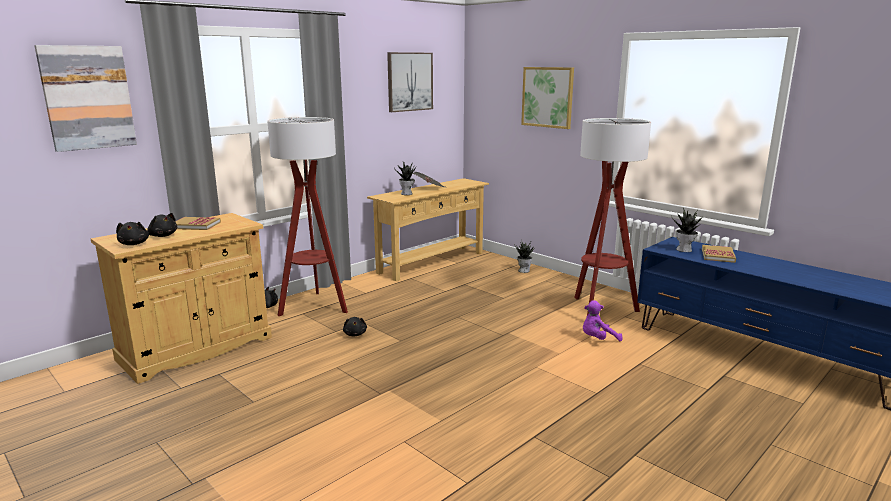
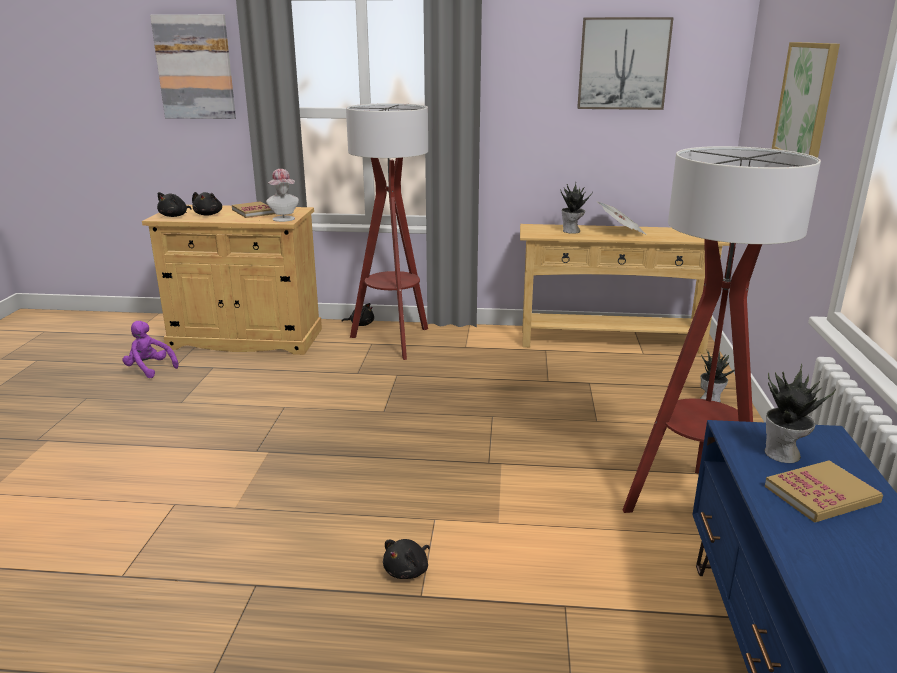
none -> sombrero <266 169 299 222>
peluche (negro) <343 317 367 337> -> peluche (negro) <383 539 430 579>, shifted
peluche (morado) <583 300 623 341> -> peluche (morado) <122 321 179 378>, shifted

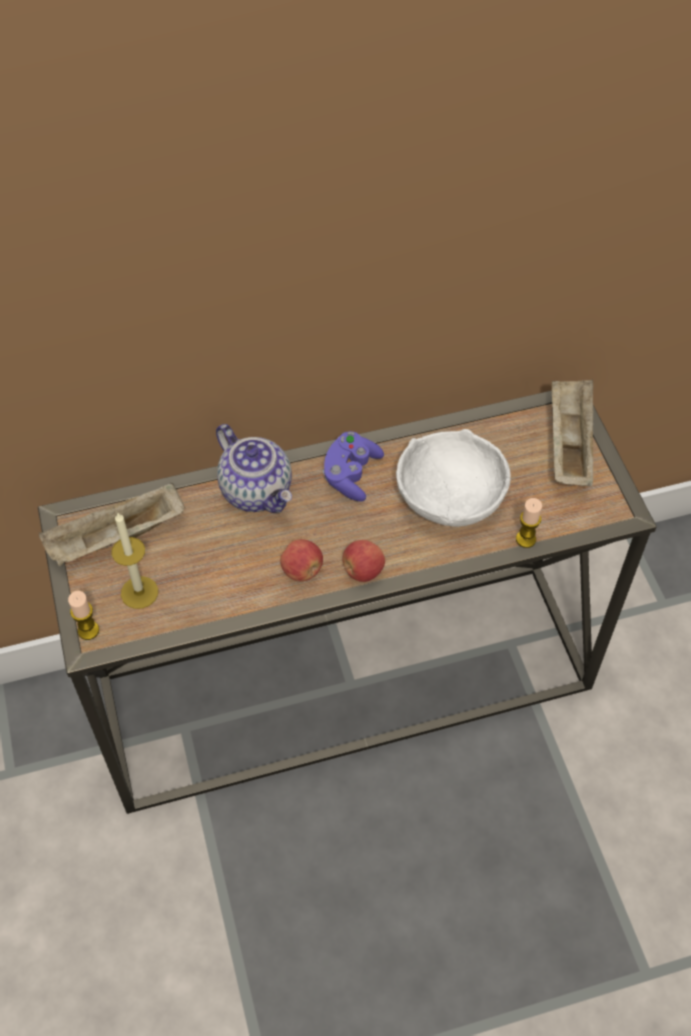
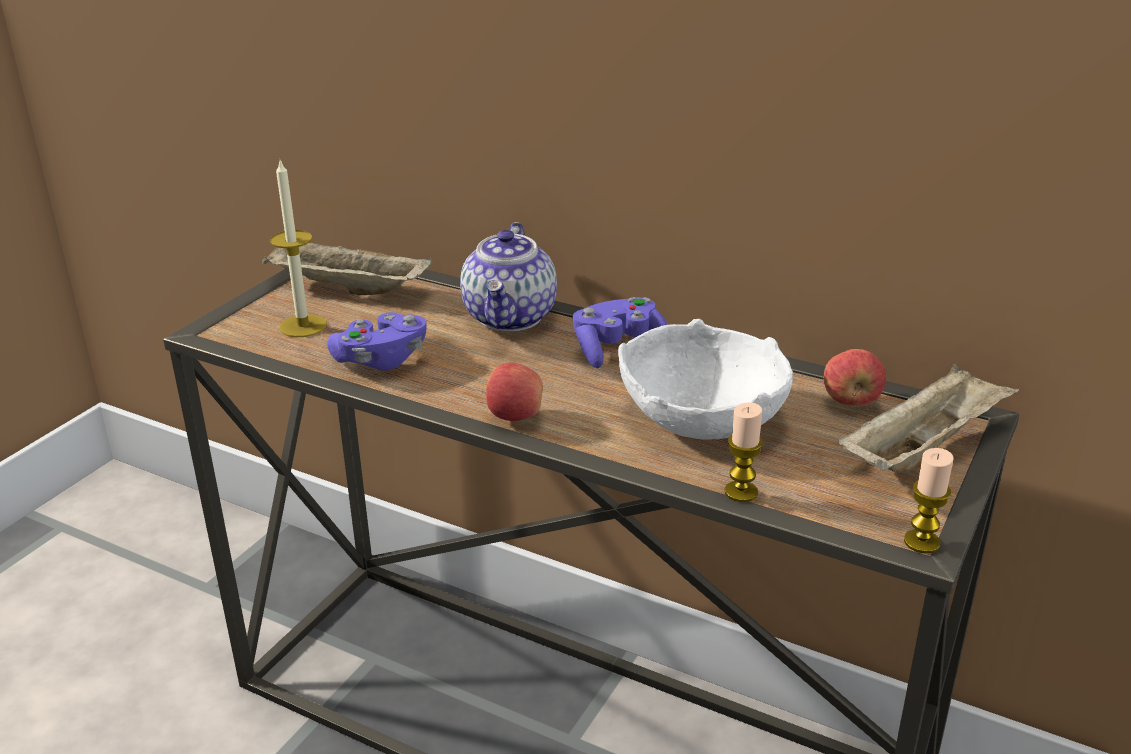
none -> mando de consola (morado) <327 312 427 371>
vela <68 591 99 640> -> vela <904 448 954 553>, shifted
manzana <280 539 323 581> -> manzana <824 349 886 407>, shifted

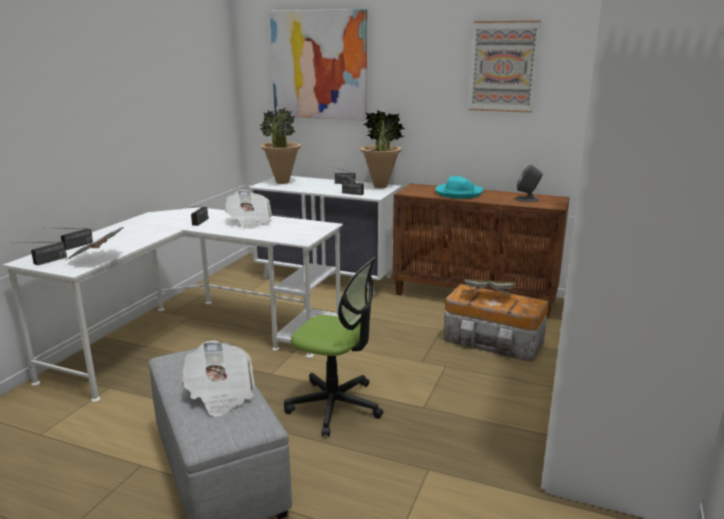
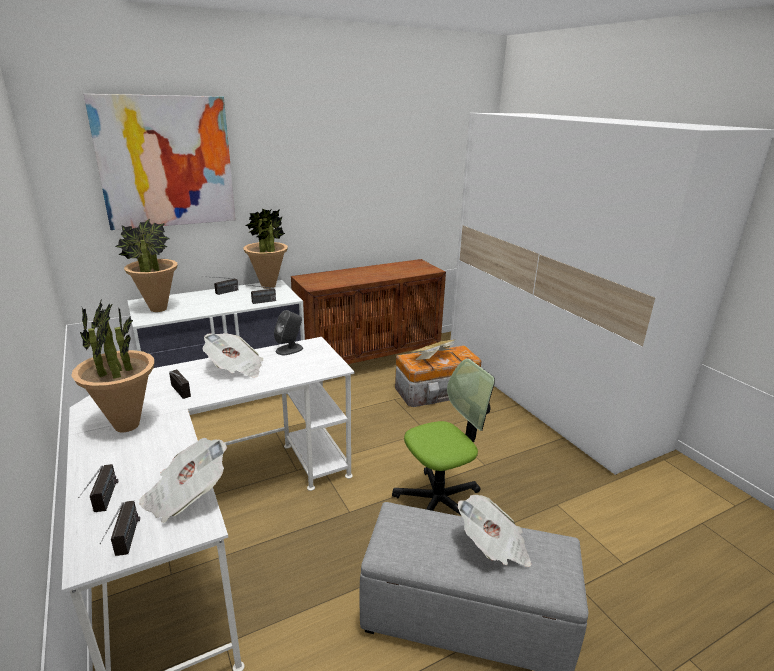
sombrero (turquesa) <435 176 483 199> -> none
cuadro <469 20 541 113> -> none
none -> planta en maceta <71 298 154 432>
altavoz (gris) <515 165 543 202> -> altavoz (gris) <274 310 303 355>, shifted

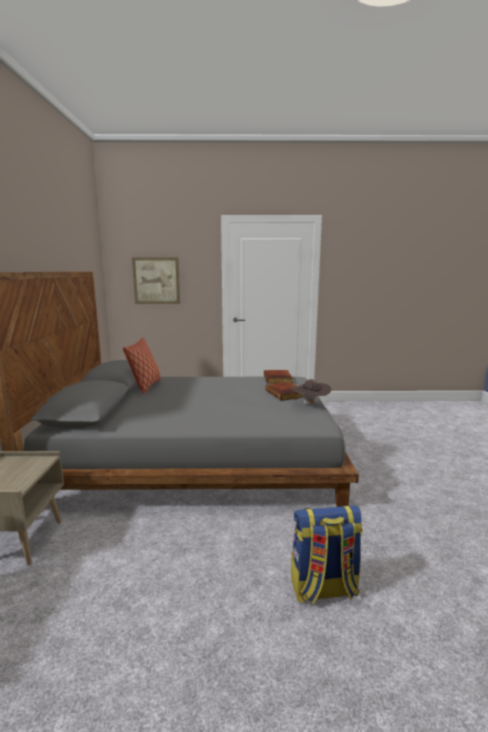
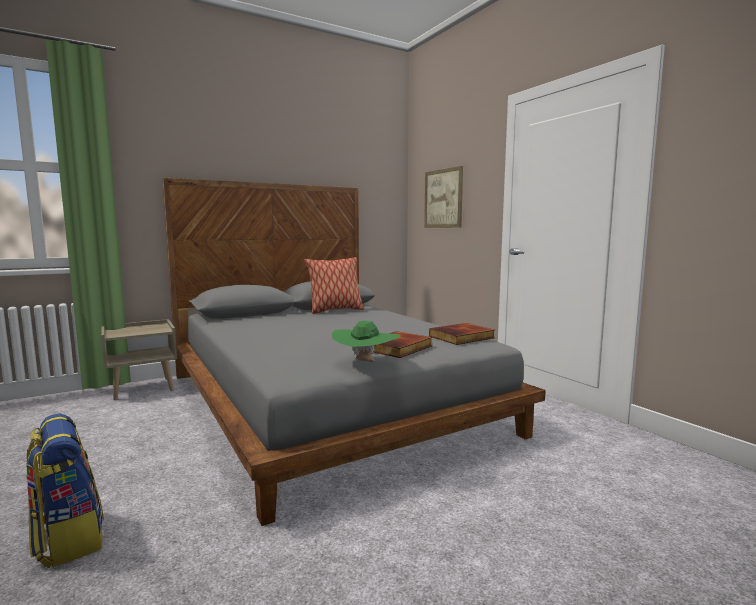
sombrero (marrón) <291 379 332 404> -> sombrero (verde) <332 320 401 362>

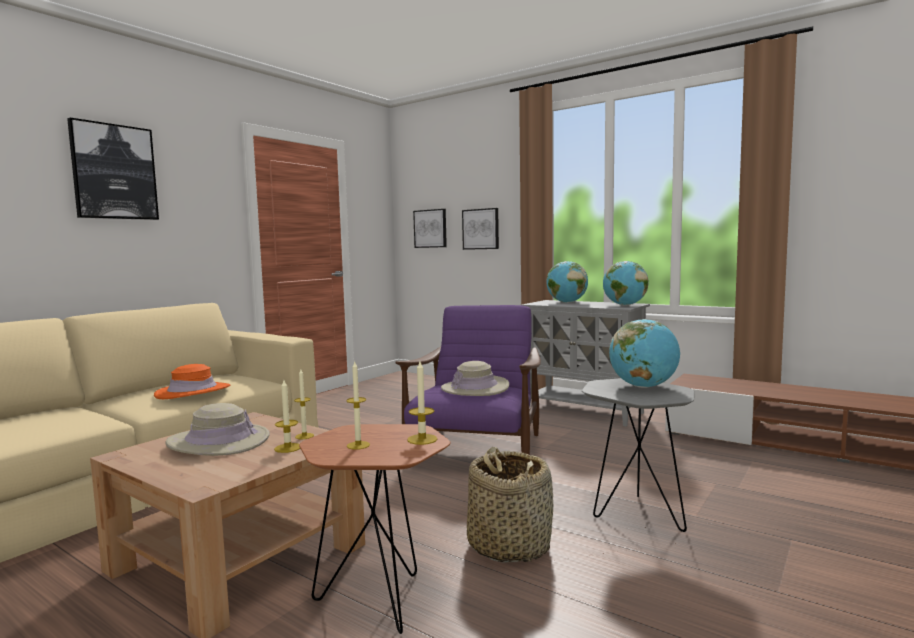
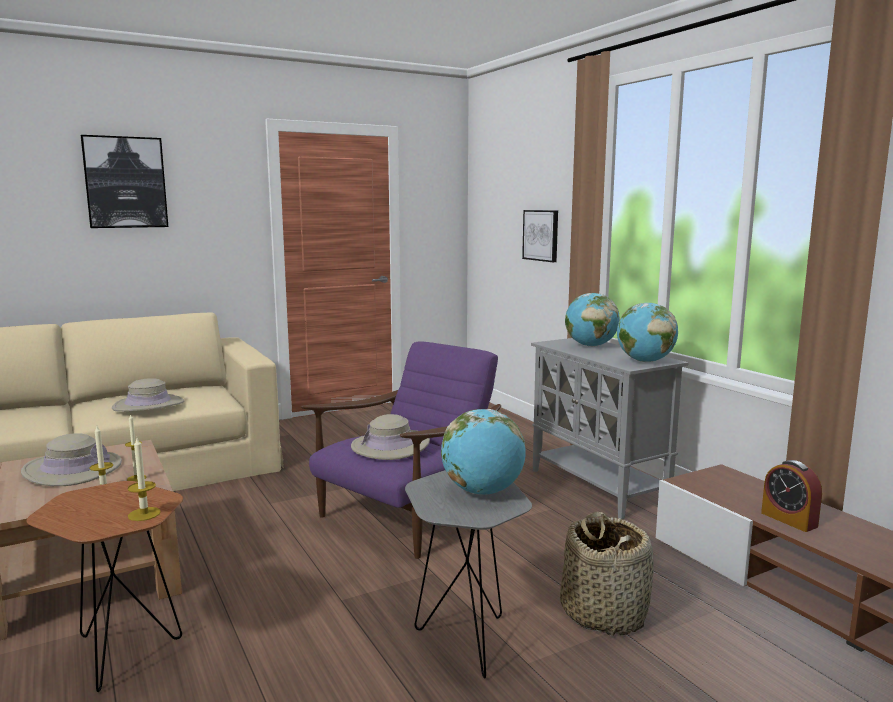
vela <346 362 370 450> -> none
cuadro <413 209 447 248> -> none
none -> despertador <761 460 822 532>
cesta <467 447 553 563> -> cesta <560 512 654 636>, shifted
sombrero (naranja) <154 364 230 399> -> sombrero (beis) <112 378 184 411>

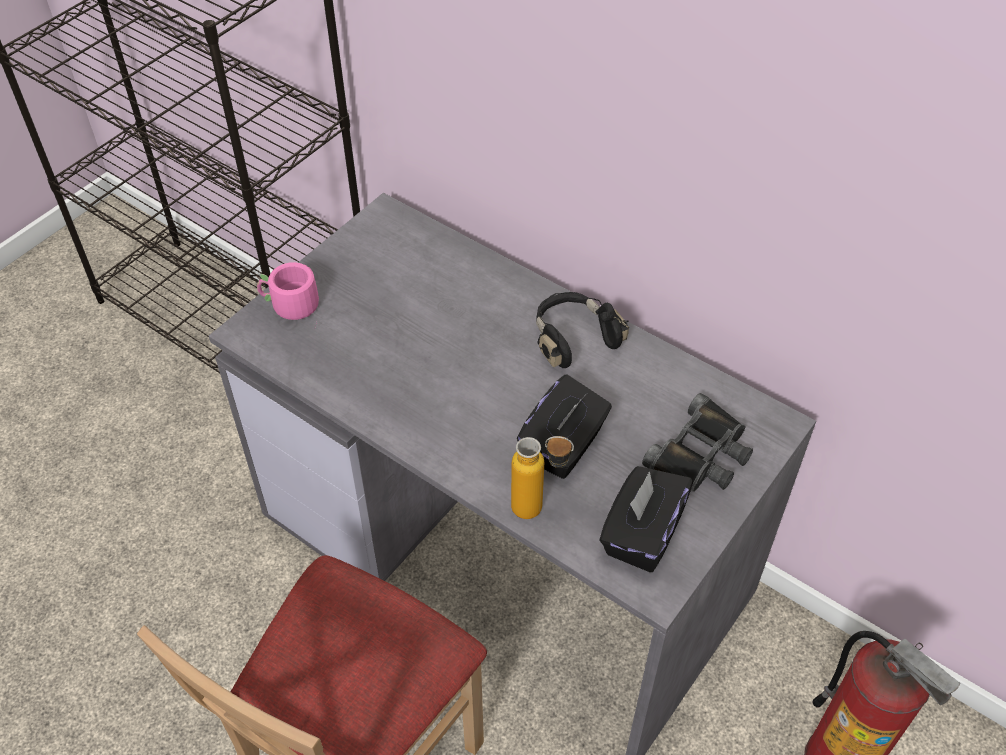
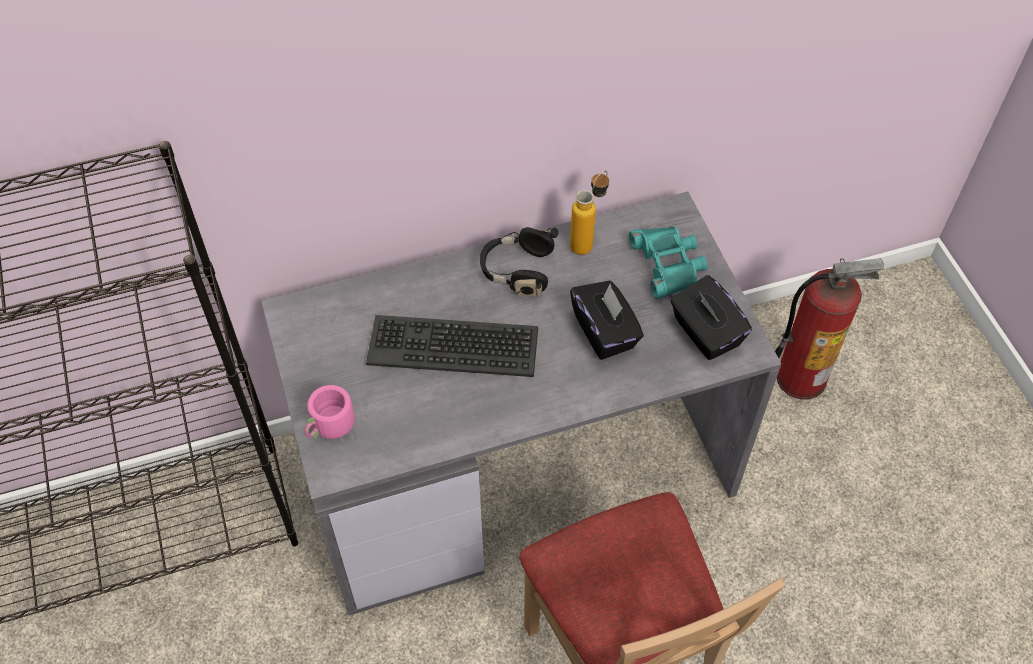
none -> teclado <366 315 538 377>
botella <511 436 574 519> -> botella <570 171 609 255>, shifted
prismáticos (negro) <642 393 753 492> -> prismáticos (turquesa) <629 226 707 299>

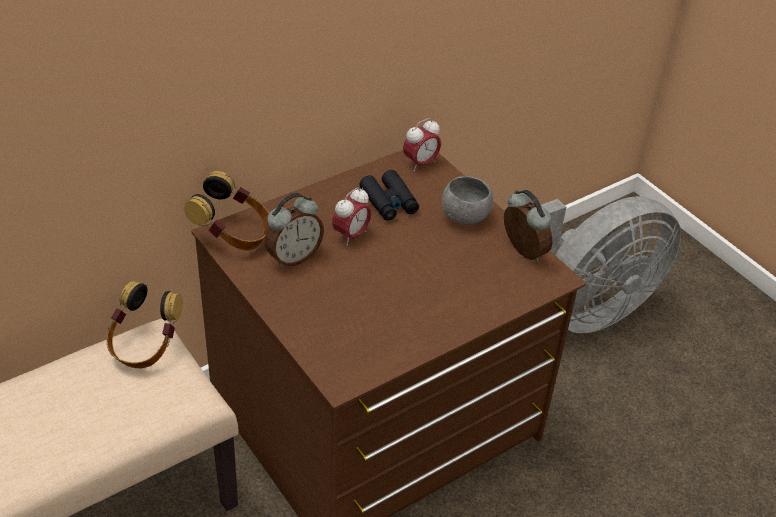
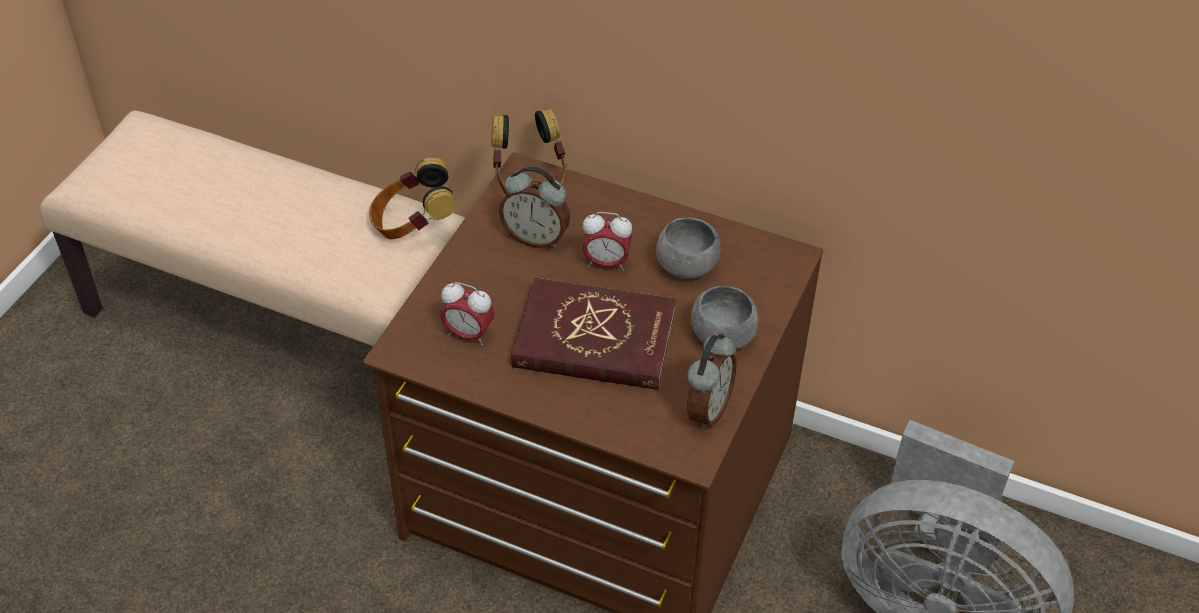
none -> libro (rojo) <511 278 676 390>
despertador <403 118 441 171> -> despertador <440 282 495 346>, shifted
prismáticos (negro) <359 170 419 220> -> cuenco (gris) <656 217 720 279>

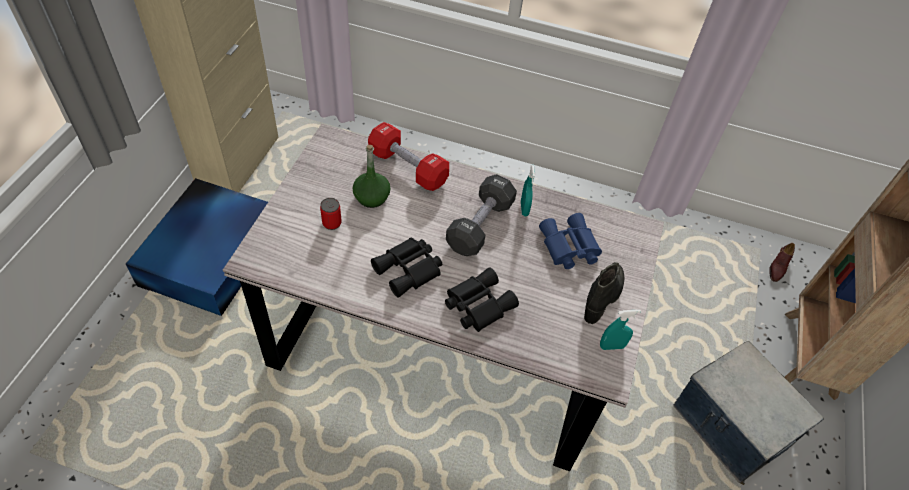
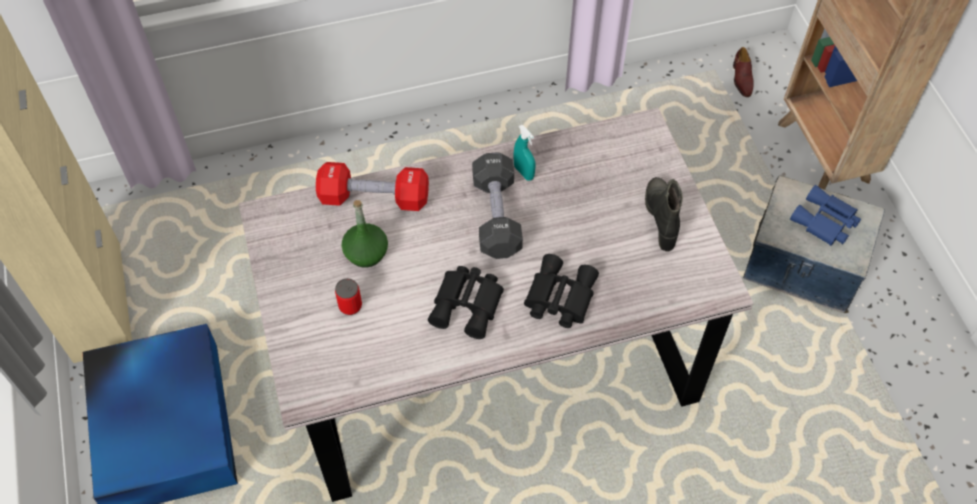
pulverizador (turquesa) <600 310 641 350> -> none
prismáticos (azul) <539 213 602 269> -> prismáticos (azul) <790 185 861 246>, shifted

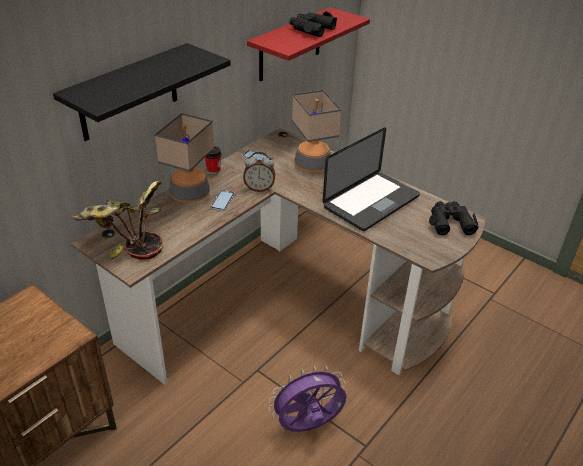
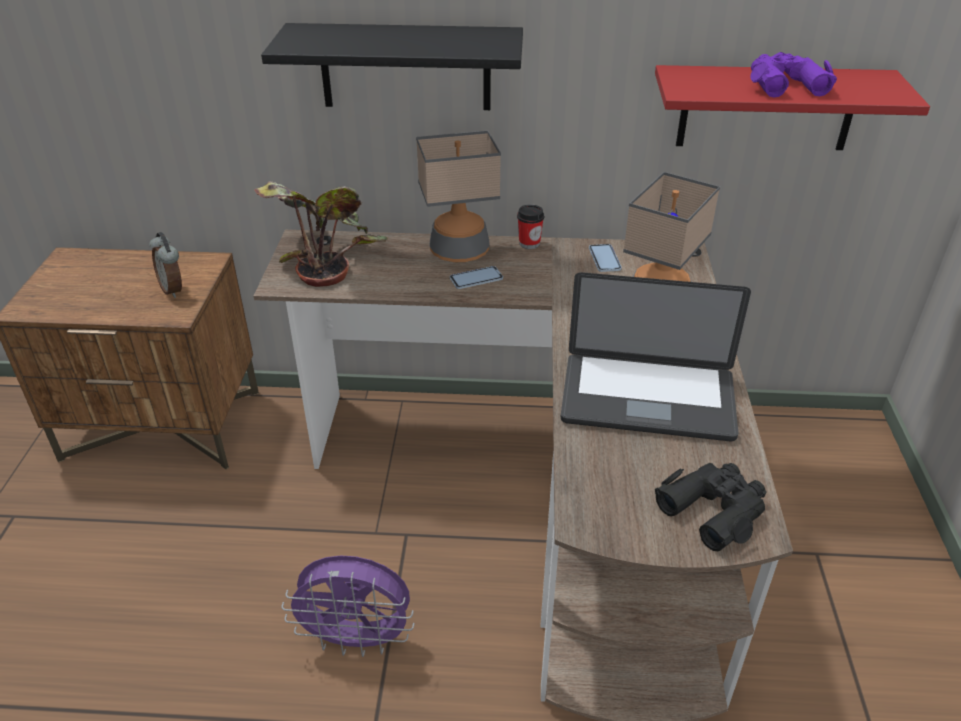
despertador <243 152 275 192> -> despertador <149 232 182 298>, shifted
prismáticos (negro) <289 11 337 37> -> prismáticos (morado) <750 52 837 98>
ventilador (morado) <268 366 346 432> -> ventilador (morado) <282 556 415 657>, 150 degrees clockwise

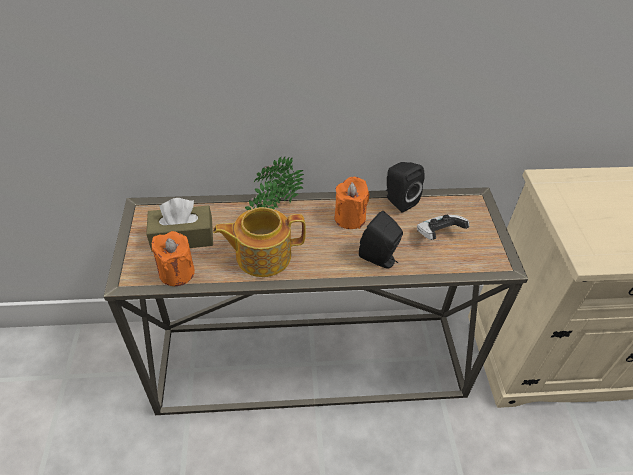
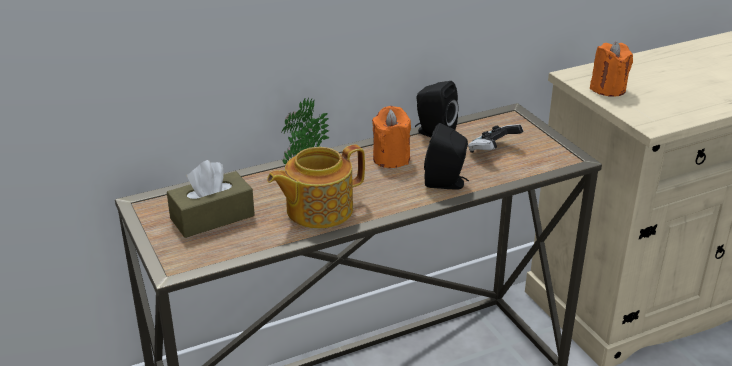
vela (naranja) <152 231 195 286> -> vela (naranja) <590 42 633 97>, shifted

